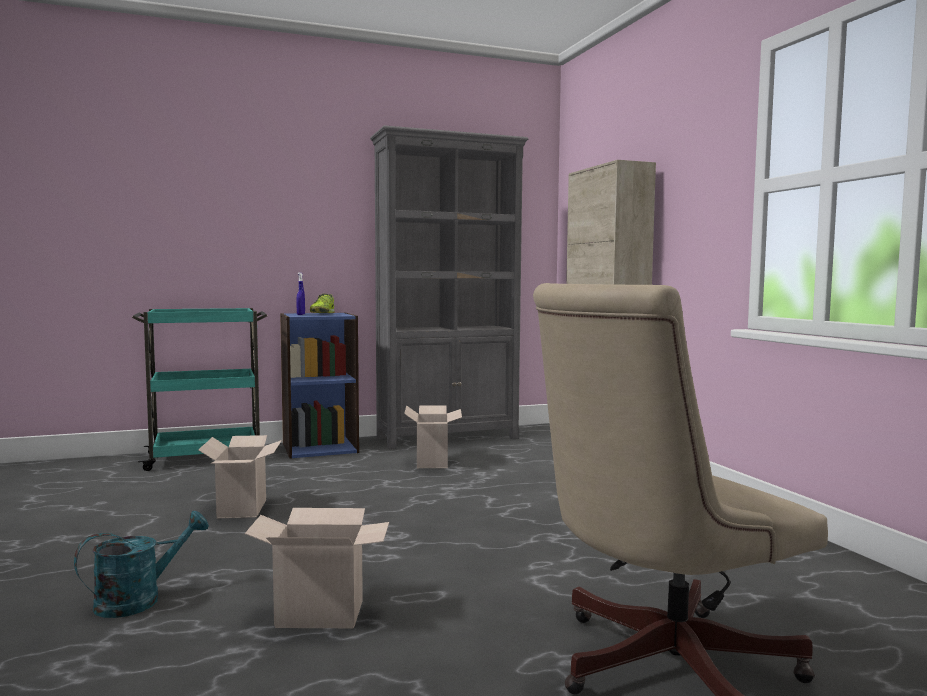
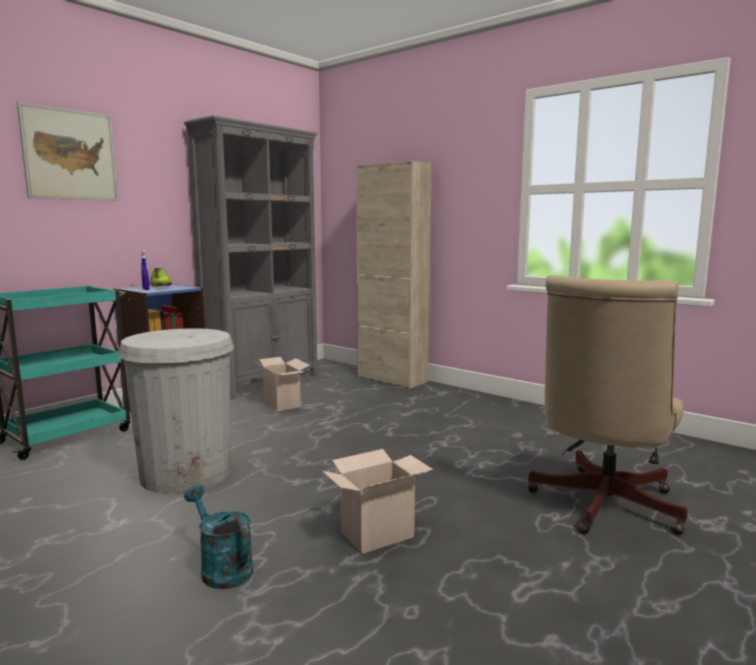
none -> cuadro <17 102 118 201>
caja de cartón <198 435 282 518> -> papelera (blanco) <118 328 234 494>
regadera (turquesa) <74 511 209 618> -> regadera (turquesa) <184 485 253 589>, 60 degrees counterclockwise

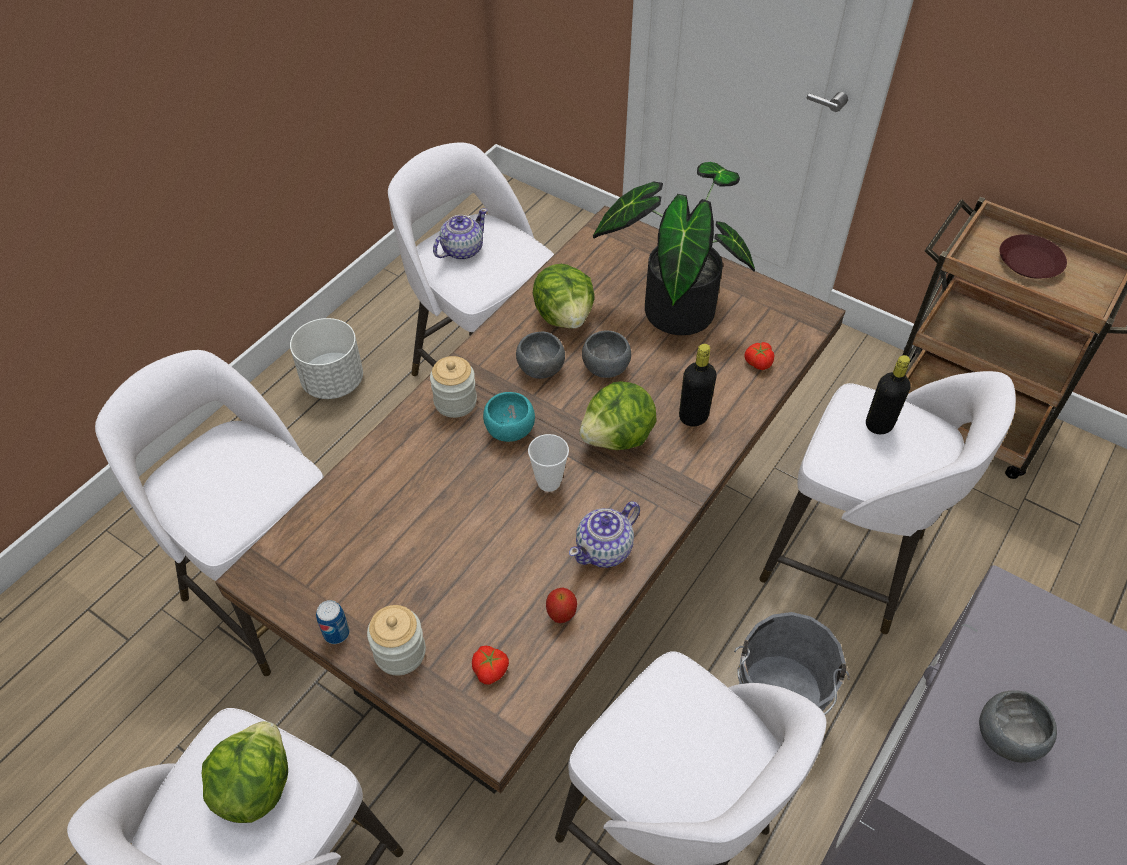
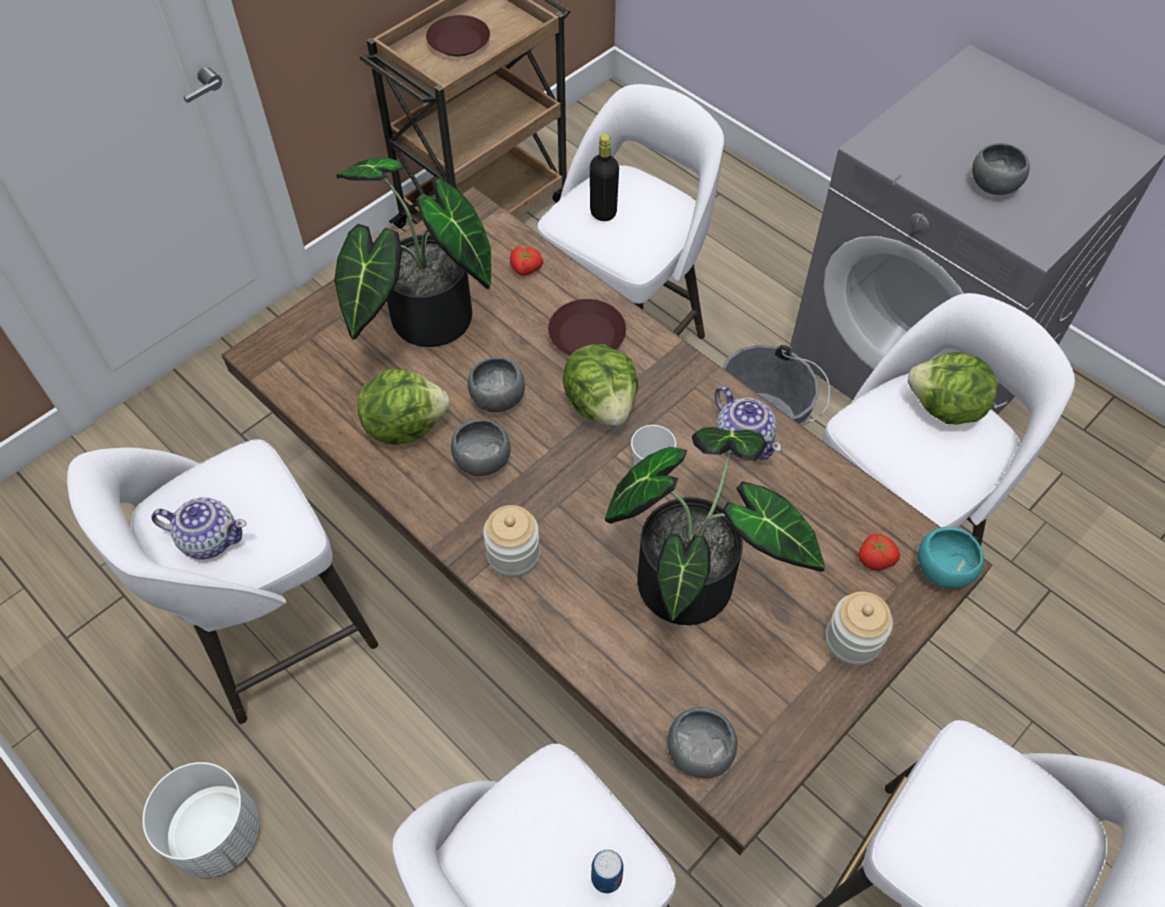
manzana <546 588 577 623> -> none
none -> planta en maceta <605 427 825 625>
none -> cuenco (gris) <668 707 737 778>
lechuga <202 721 288 823> -> lechuga <908 352 998 425>, shifted
lata <316 600 350 644> -> lata <591 850 624 893>, shifted
cuenco (turquesa) <483 392 535 442> -> cuenco (turquesa) <918 527 984 589>, shifted
botella (negro) <679 344 717 426> -> plato (marrón) <548 299 626 356>
tetera <433 208 487 260> -> tetera <151 497 247 559>, 135 degrees clockwise

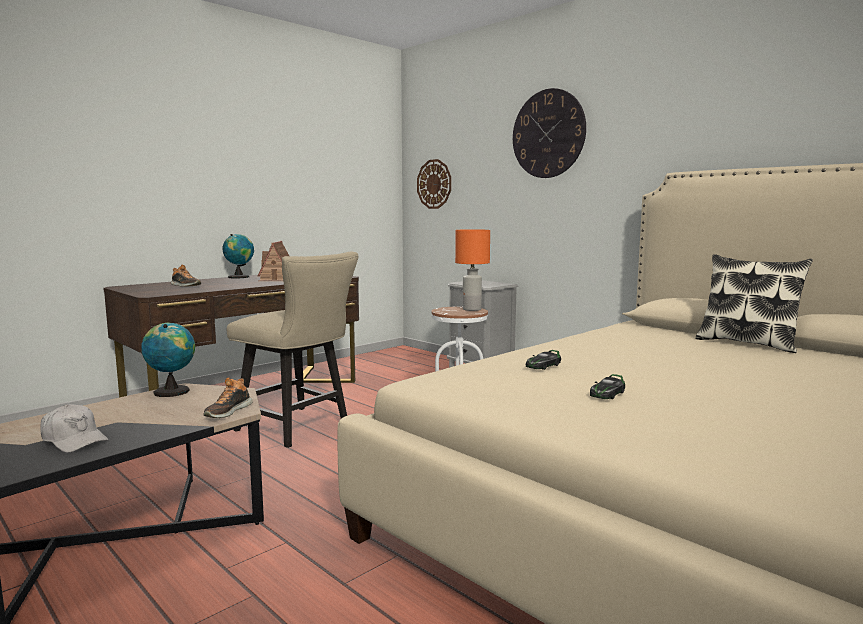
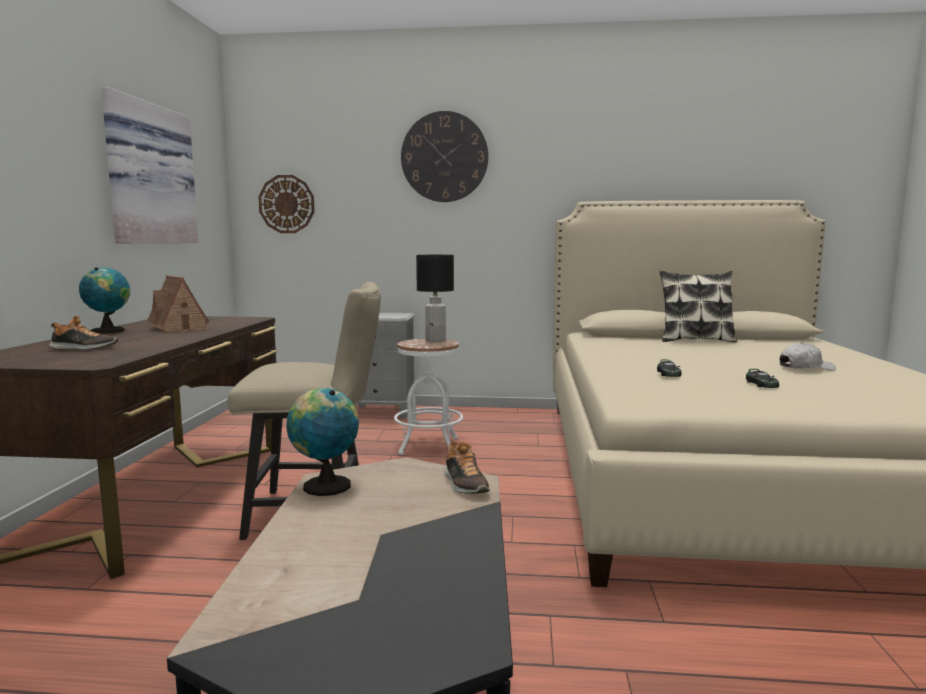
none -> cuadro <101 87 198 243>
gorra (blanco) <41 404 108 453> -> gorra (blanco) <780 343 836 371>, shifted
lámpara de mesa (naranja) <455 229 490 311> -> lámpara de mesa (negro) <416 255 454 342>

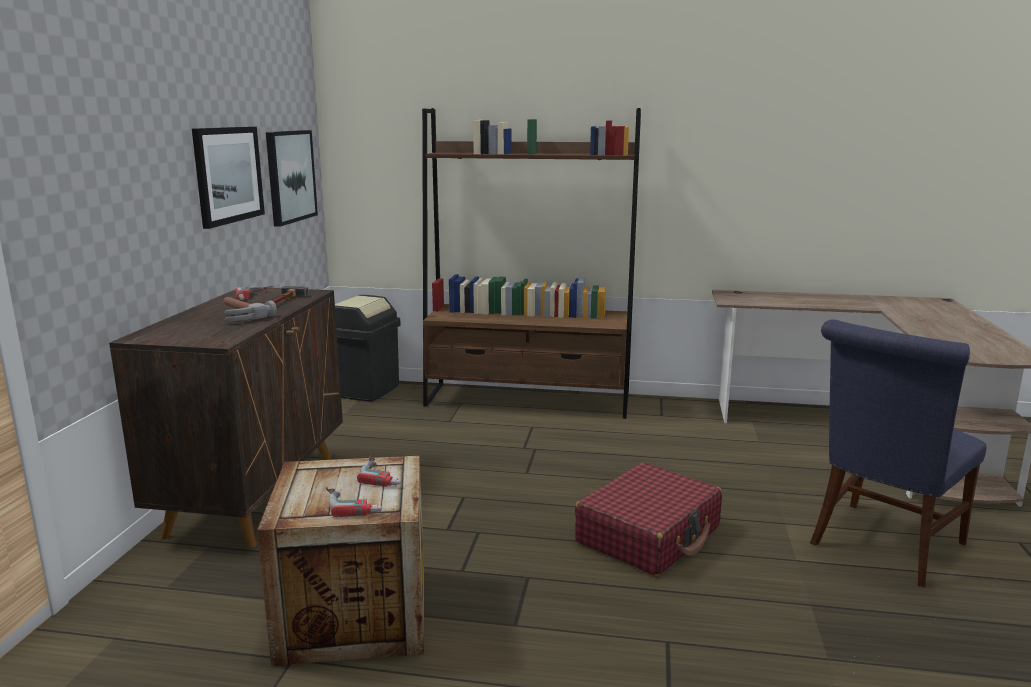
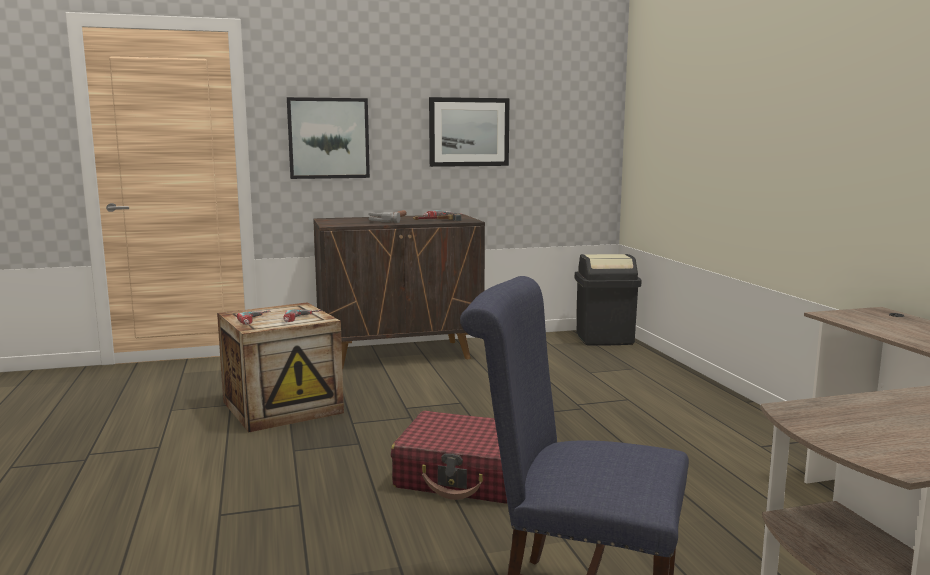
estantería (marrón) <422 108 641 419> -> none
cuadro <266 130 318 227> -> cuadro <287 97 370 179>, shifted

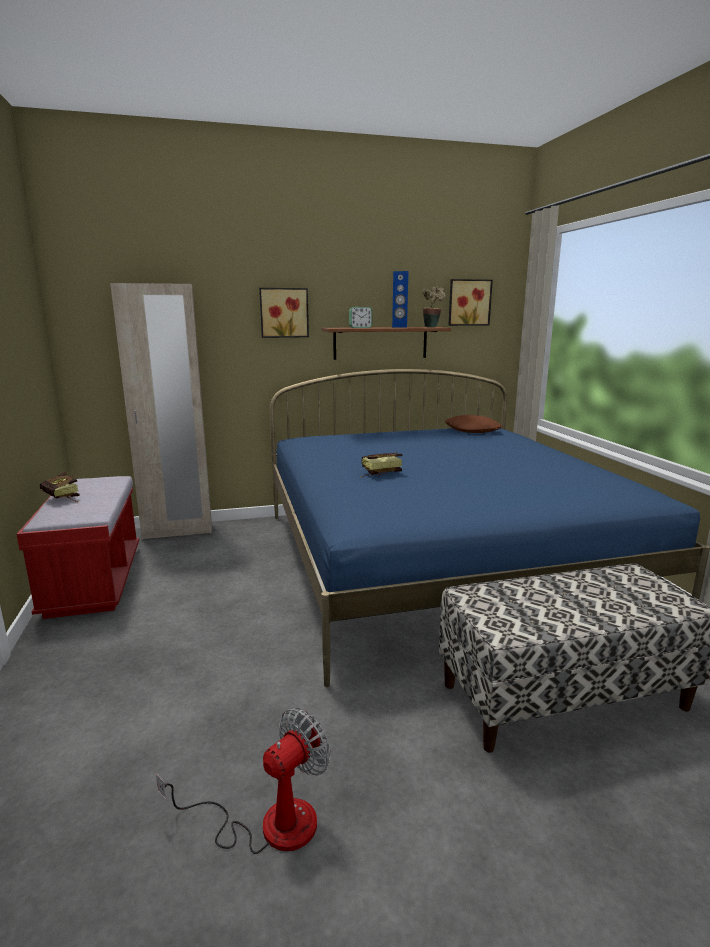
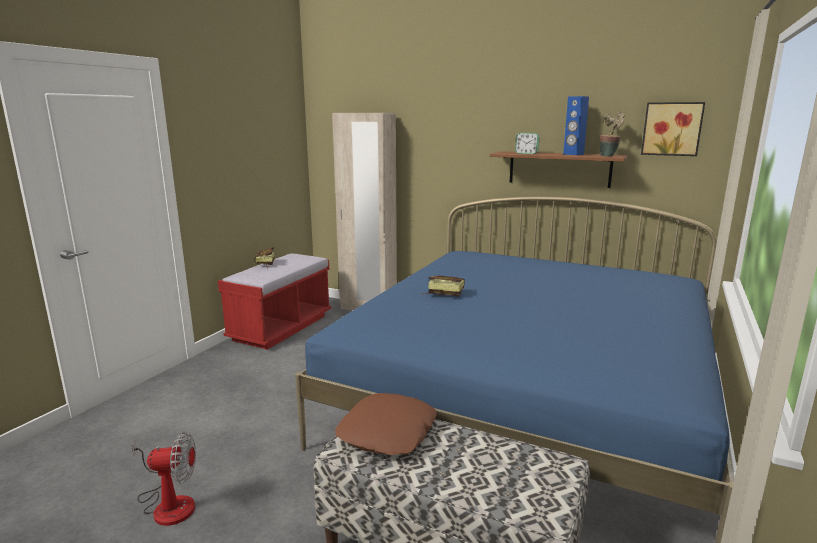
cuadro <259 288 309 338> -> none
cojín (marrón) <445 415 502 433> -> cojín (marrón) <335 393 437 455>, shifted

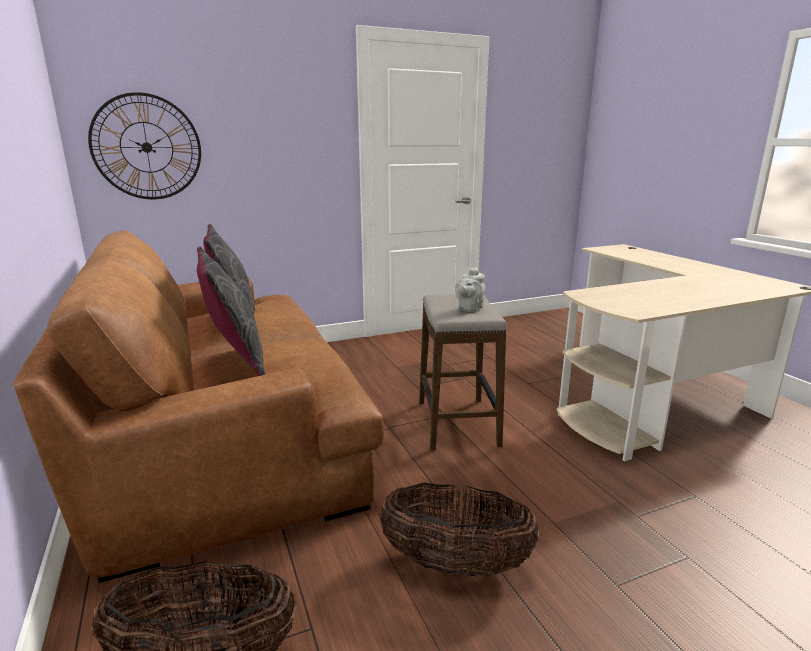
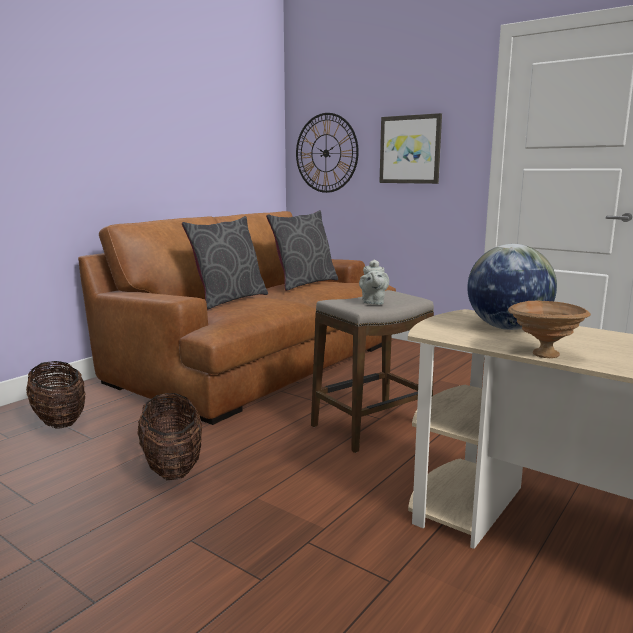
none -> cuadro <379 113 442 184>
none -> globo terráqueo <467 244 557 330>
none -> cuenco (marrón) <508 301 591 358>
tetera (gris) <455 267 485 312> -> tetera (gris) <359 259 389 305>, 90 degrees counterclockwise

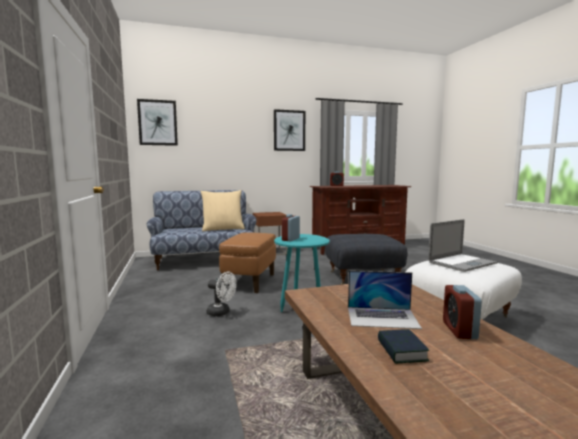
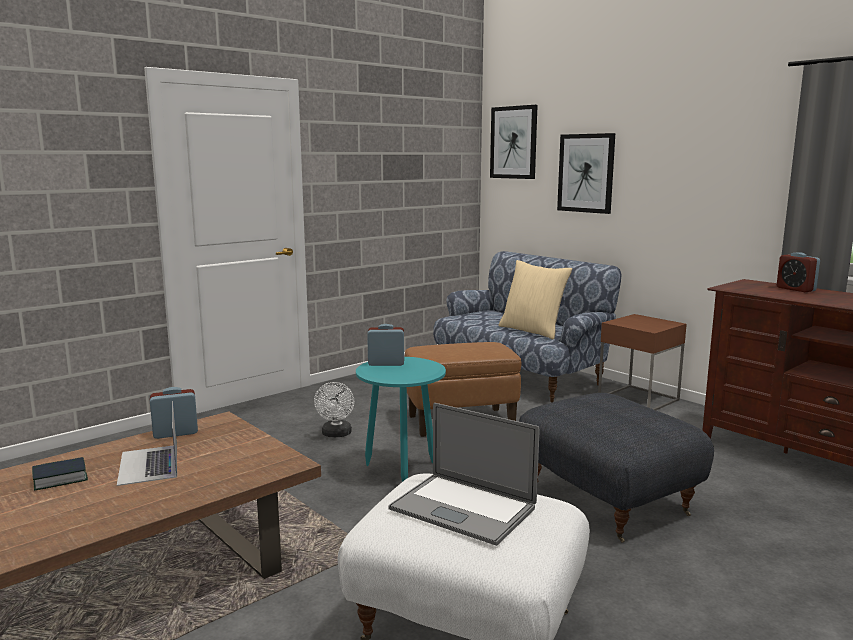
cuadro <274 109 305 151> -> cuadro <557 133 615 214>, shifted
despertador <443 285 482 339> -> despertador <150 387 198 439>, shifted

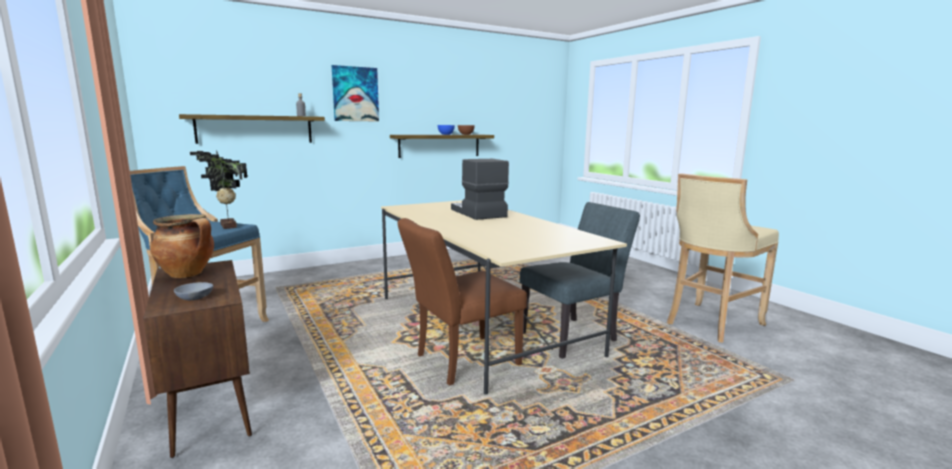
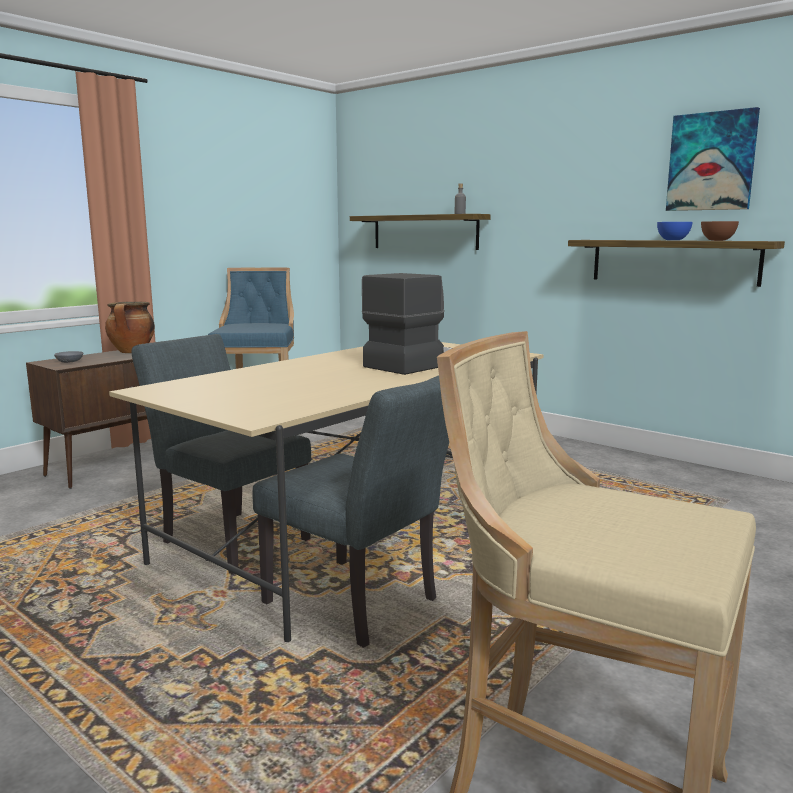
planta en maceta <190 150 247 229> -> none
cuadro <332 65 379 121> -> cuadro <666 107 760 211>, shifted
silla (marrón) <397 218 527 386> -> silla (gris) <132 334 311 575>

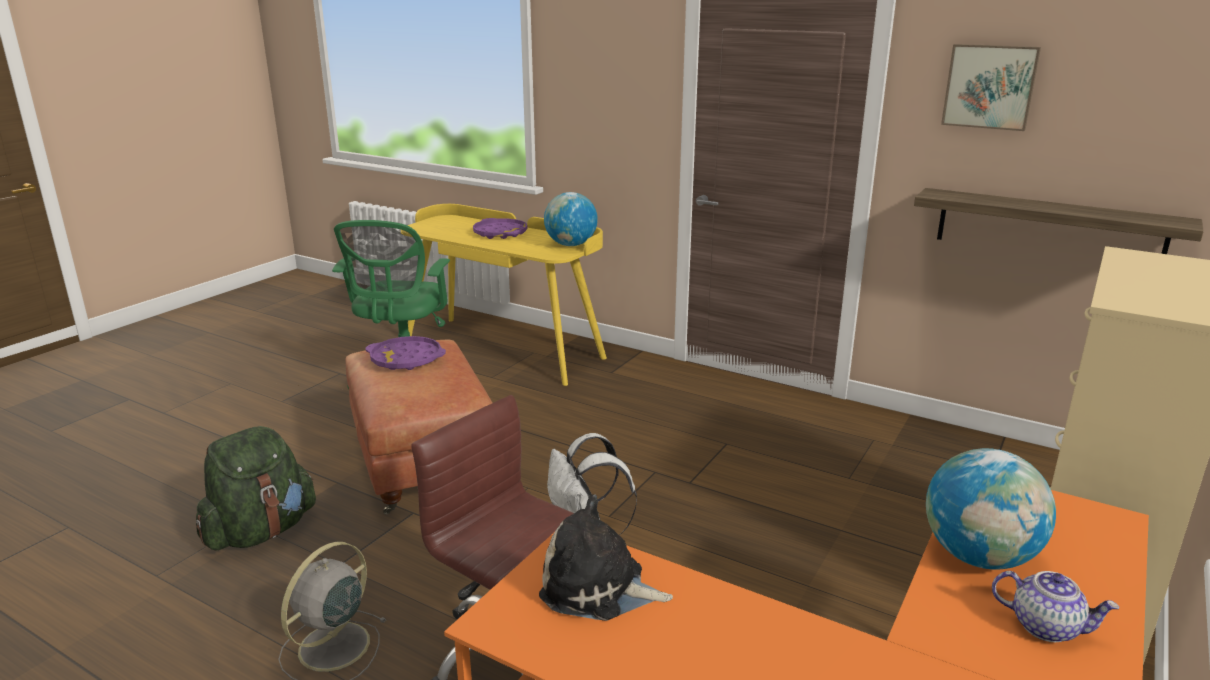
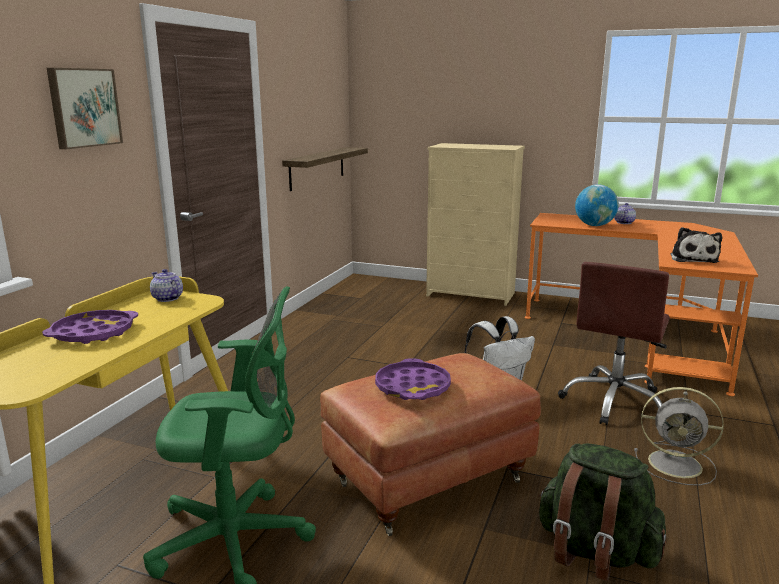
cuadro <941 44 1041 131> -> cuadro <47 68 123 149>, shifted
globo terráqueo <544 192 598 246> -> tetera <150 269 183 302>

